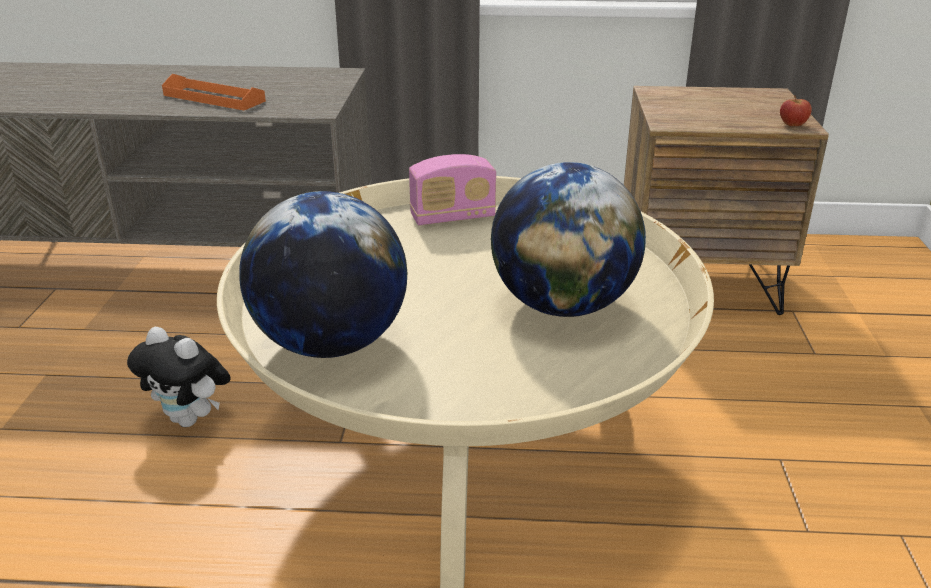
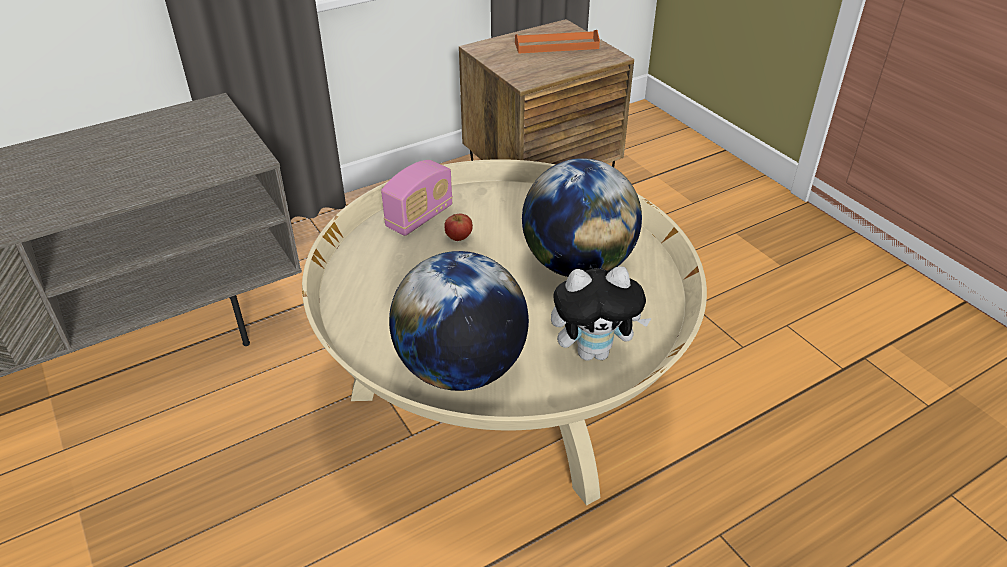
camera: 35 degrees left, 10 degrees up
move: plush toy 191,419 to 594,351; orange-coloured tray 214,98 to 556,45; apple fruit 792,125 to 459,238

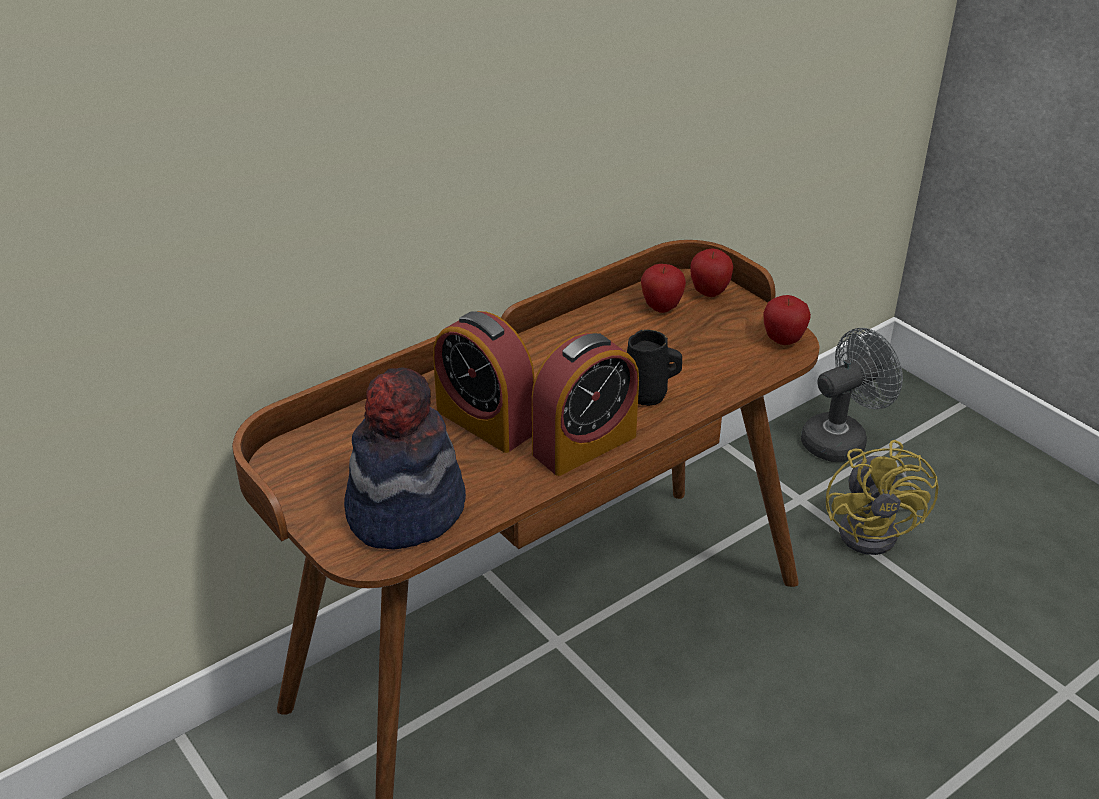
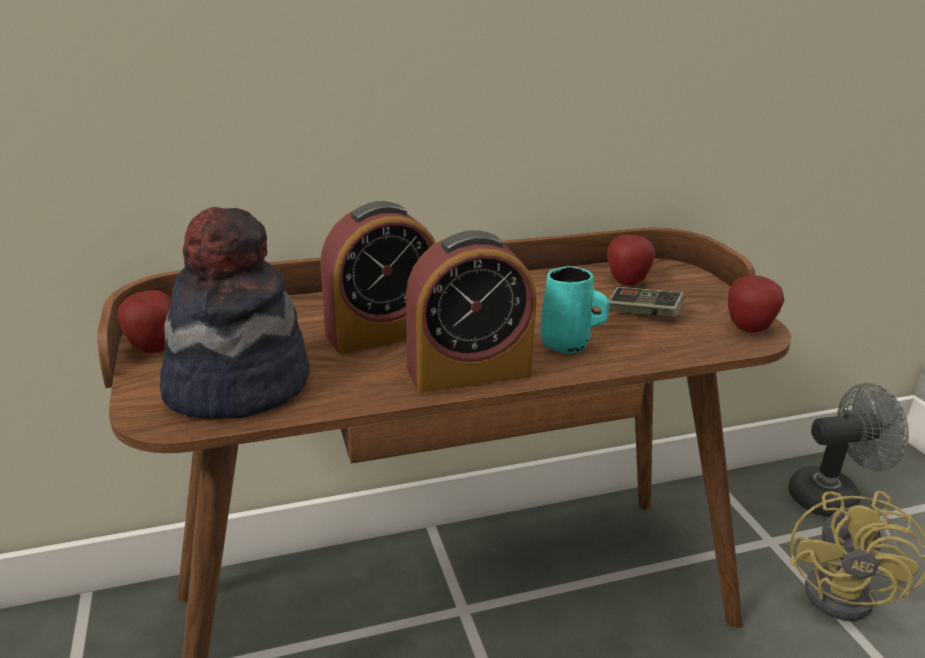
camera: 20 degrees right, 10 degrees down
insert: game controller 643,313
move: apple fruit 709,293 to 154,348
recolor: black coffee mug 648,395 to turquoise coffee mug 567,344
rotate: alarm clock 485,422 = 383,333 90 degrees counterclockwise

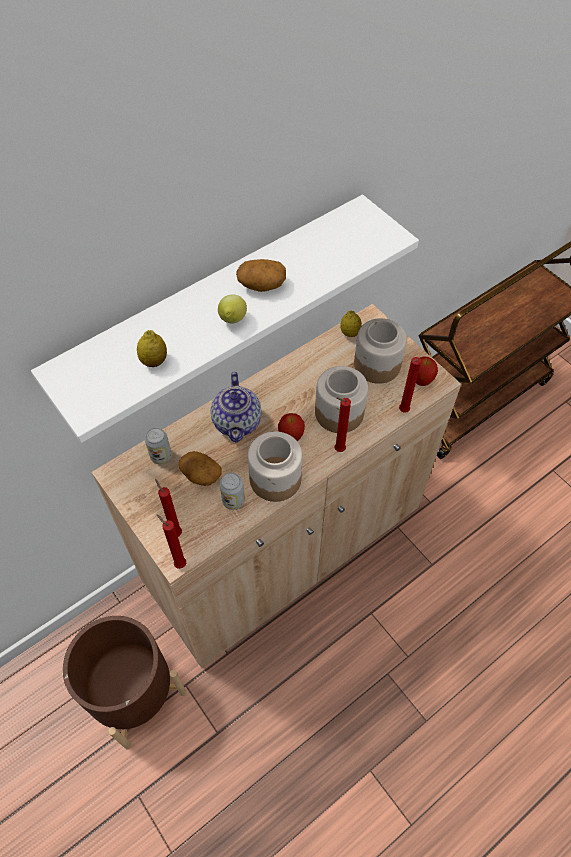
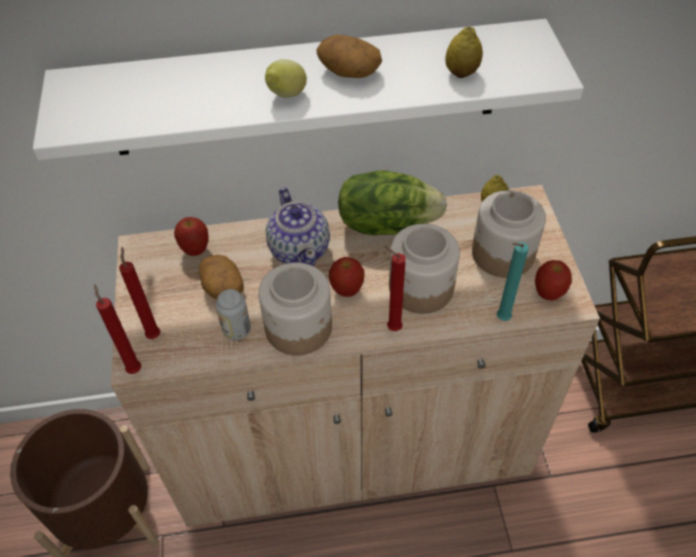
camera: 30 degrees right, 5 degrees down
insert: lettuce head 387,223
move: whole lemon 154,361 to 461,73
replace: sealed can 161,456 to apple fruit 195,250
recolor: red candle 403,412 to turquoise candle 501,319
rotate: tea pot 237,421 = 300,249 45 degrees counterclockwise

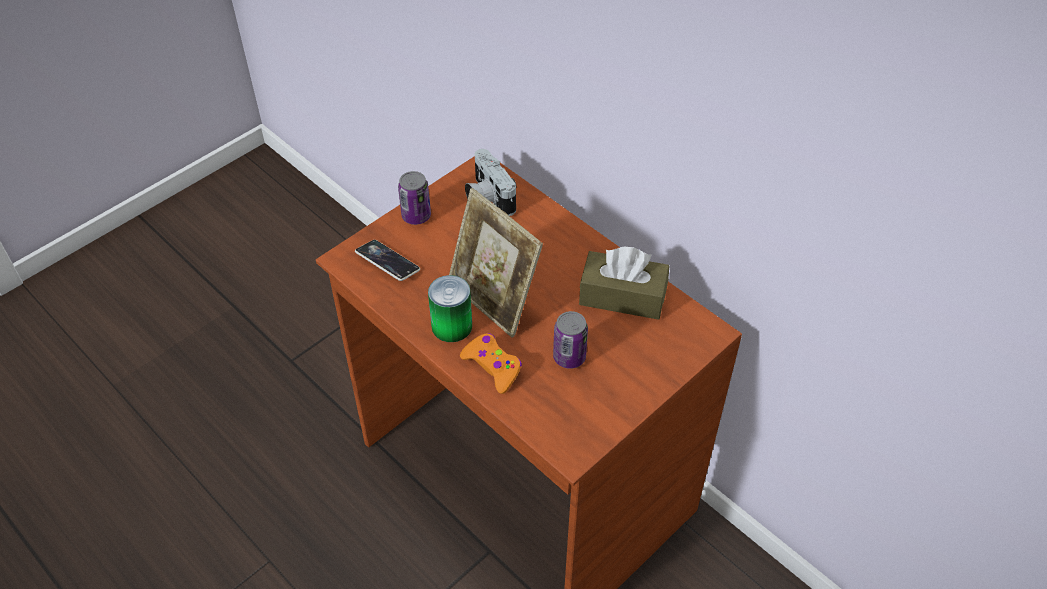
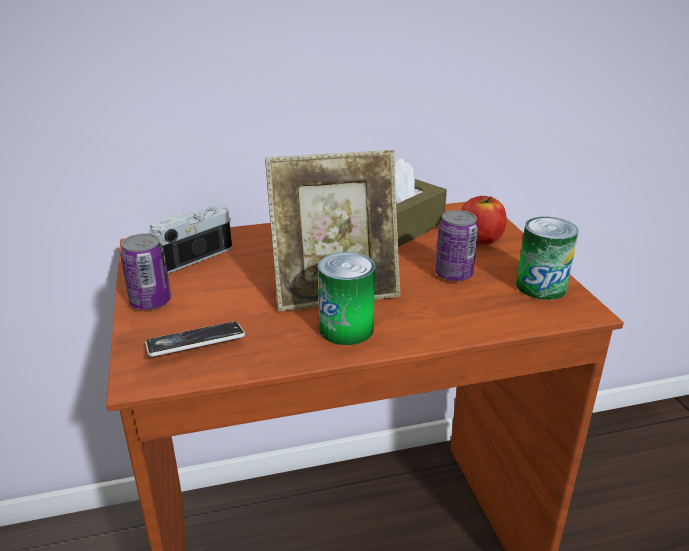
camera: 60 degrees left, 20 degrees down
delete: orange-coloured game controller 492,366
insert: apple fruit 480,239; sealed can 541,286
rotate: photo camera 487,198 = 189,254 135 degrees clockwise

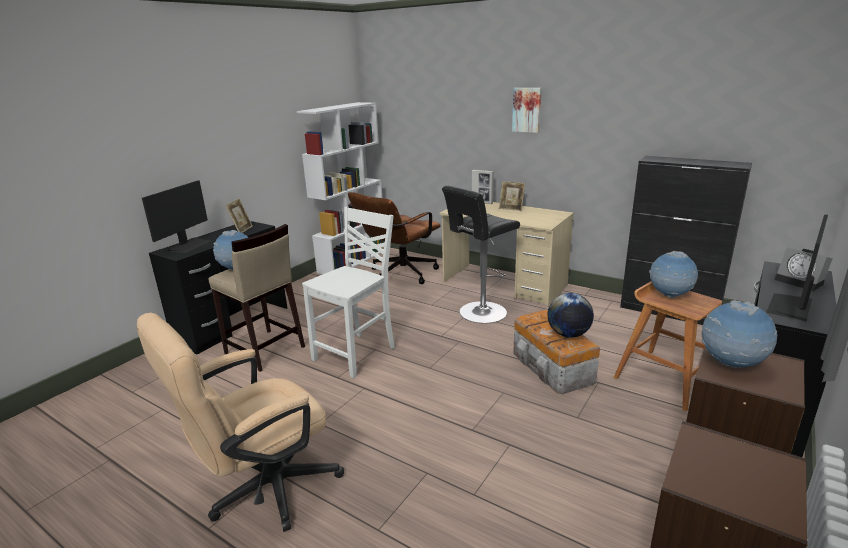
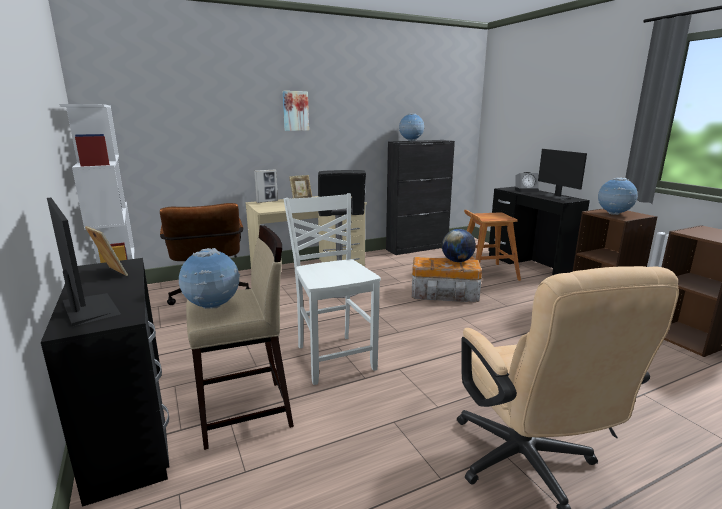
camera: 60 degrees left, 5 degrees down
move: globe 669,296 to 411,141

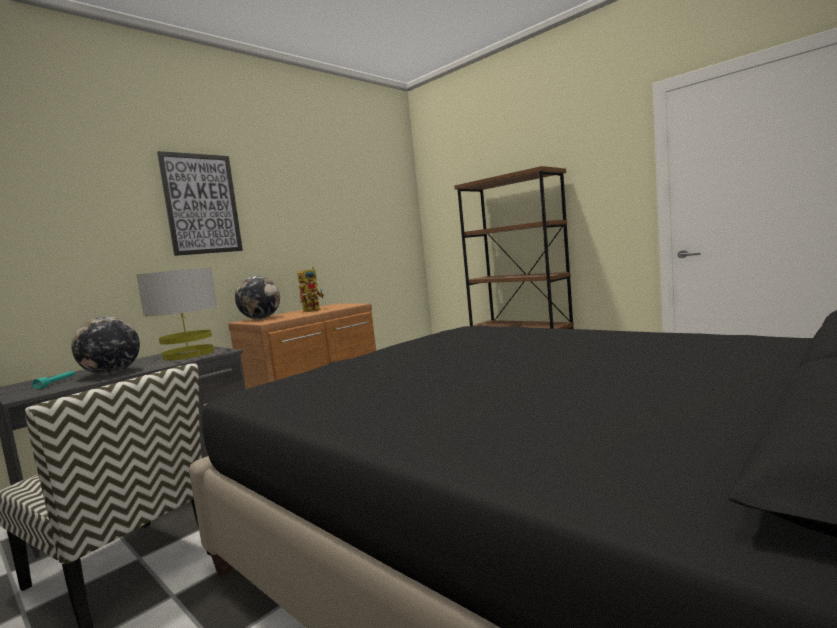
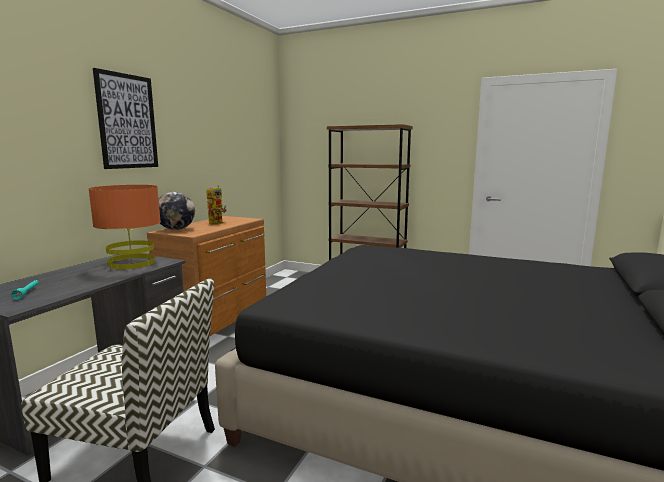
camera: 20 degrees left, 5 degrees up
delete: globe 111,373
recolor: grey lamp for a table 188,354 to orange-coloured lamp for a table 131,263

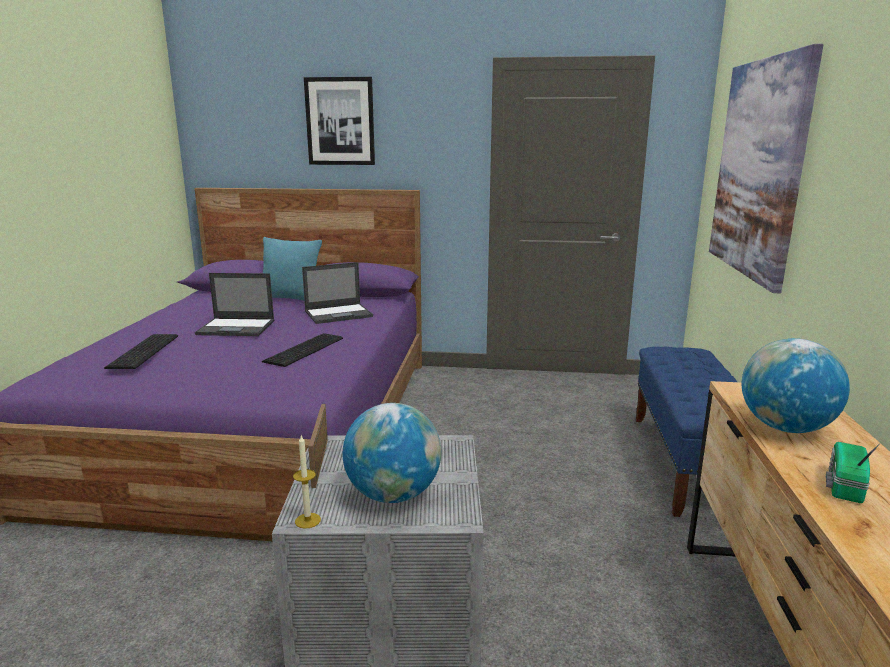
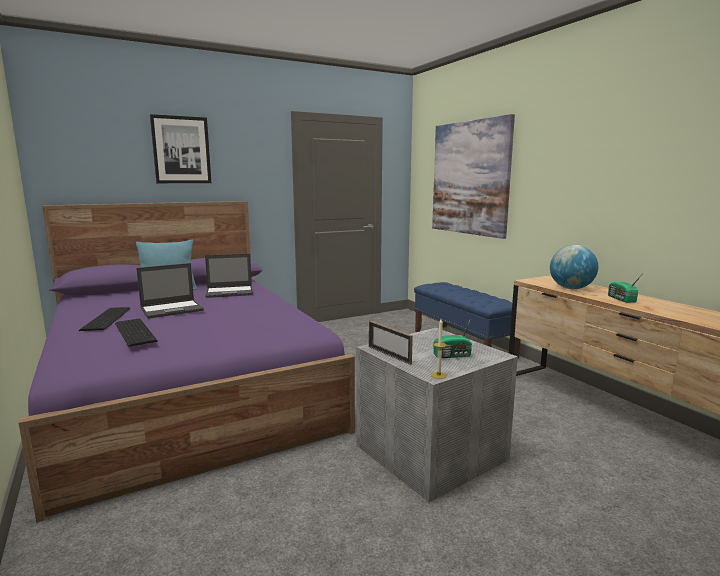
camera: 35 degrees left, 5 degrees down
move: PC keyboard 306,349 to 108,318
replace: globe 393,494 to radio 453,355
rotate: laptop 339,314 = 230,292 45 degrees clockwise

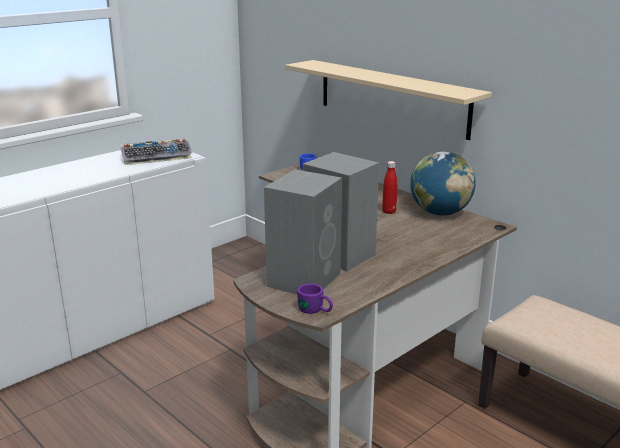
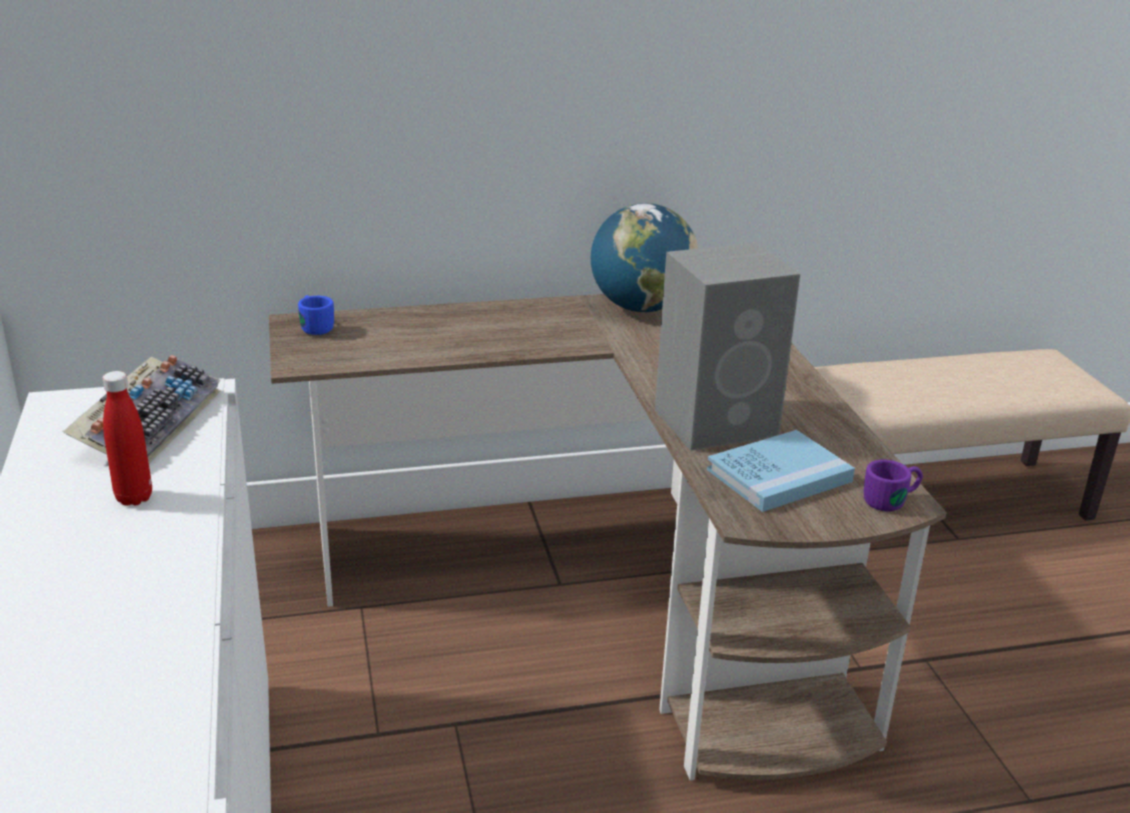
camera: 60 degrees left, 5 degrees up
delete: beige-coloured wall shelf 391,97
move: red drink bottle 389,212 to 134,498
replace: grey audio speaker 305,279 to blue bound book 779,475

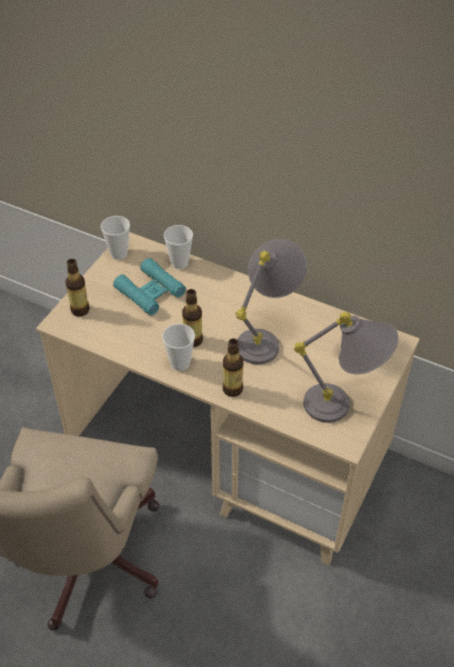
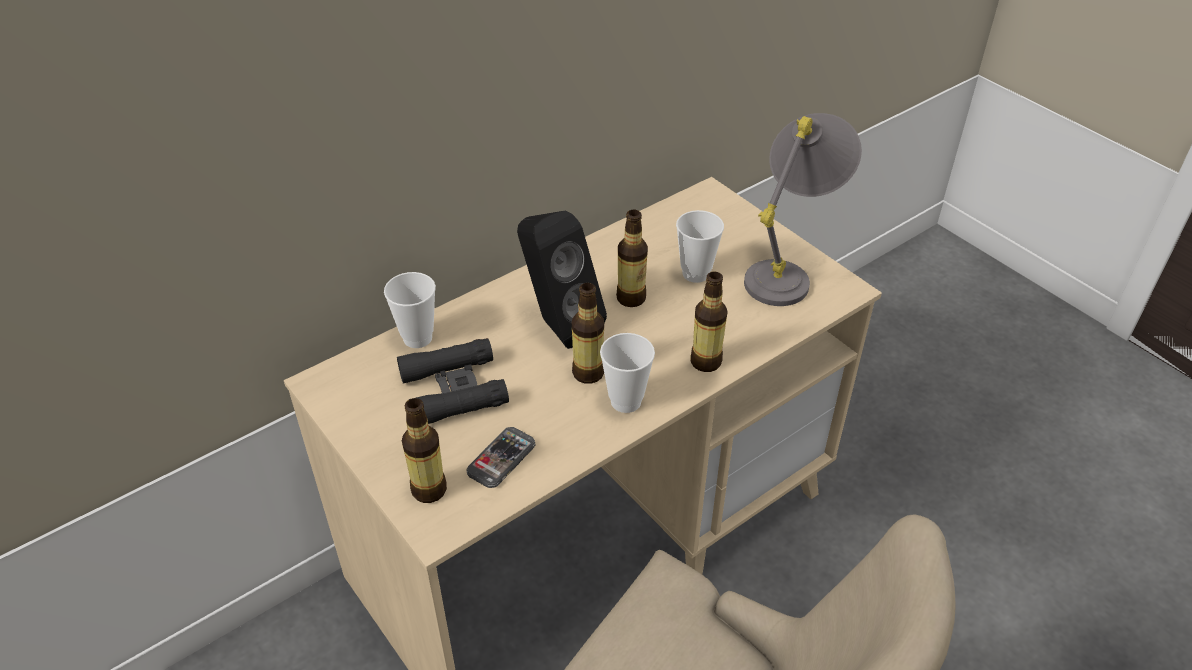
camera: 65 degrees left, 5 degrees down
insert: handset 501,459; black audio speaker 558,325
move: small cup 118,254 to 695,273
replace: grey lamp for a table 267,338 to drink bottle 631,298
recolor: turquoise binoculars 150,292 to black binoculars 453,390

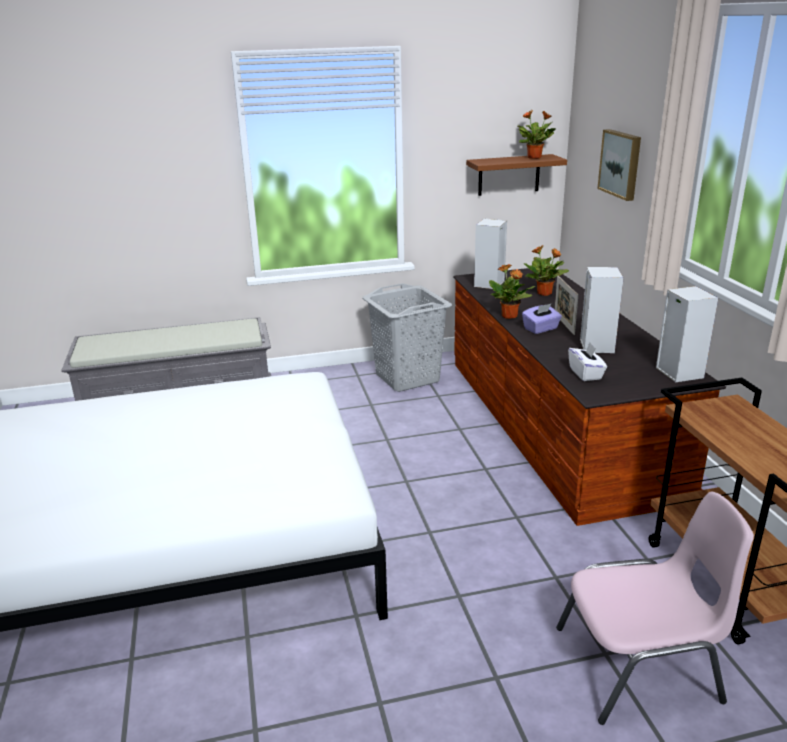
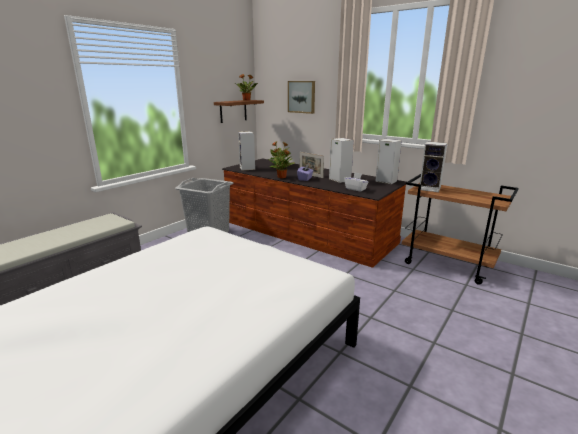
camera: 40 degrees left, 5 degrees down
delete: pink chair 640,665
insert: audio speaker 430,189

